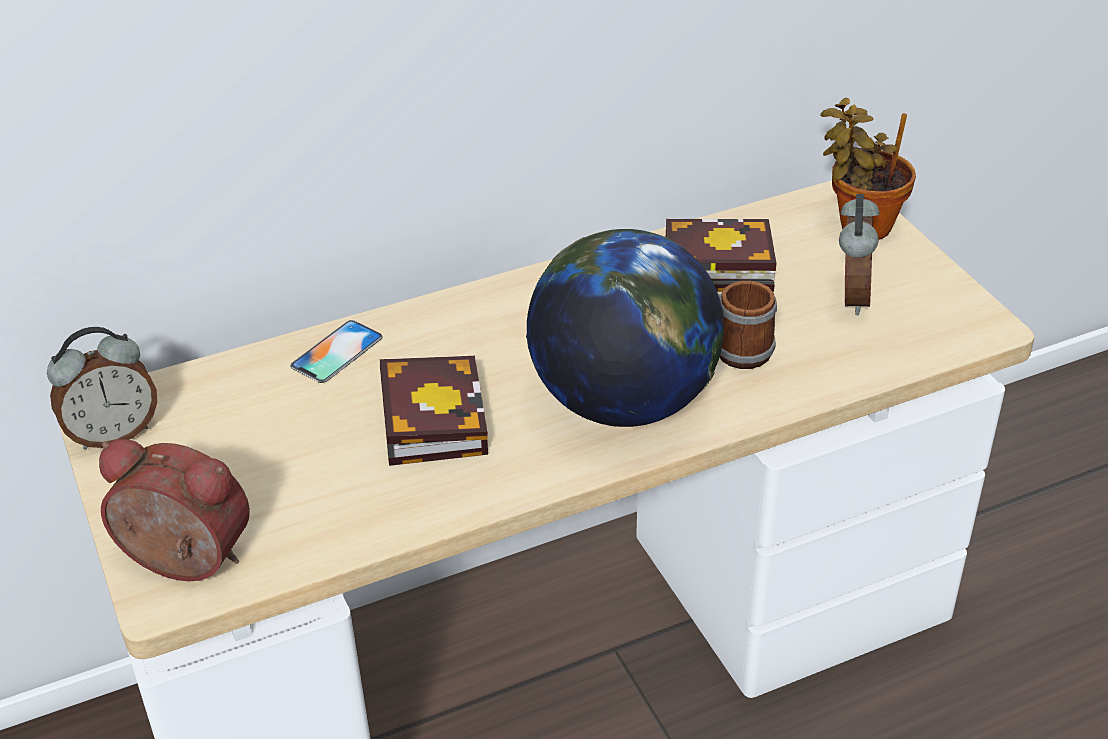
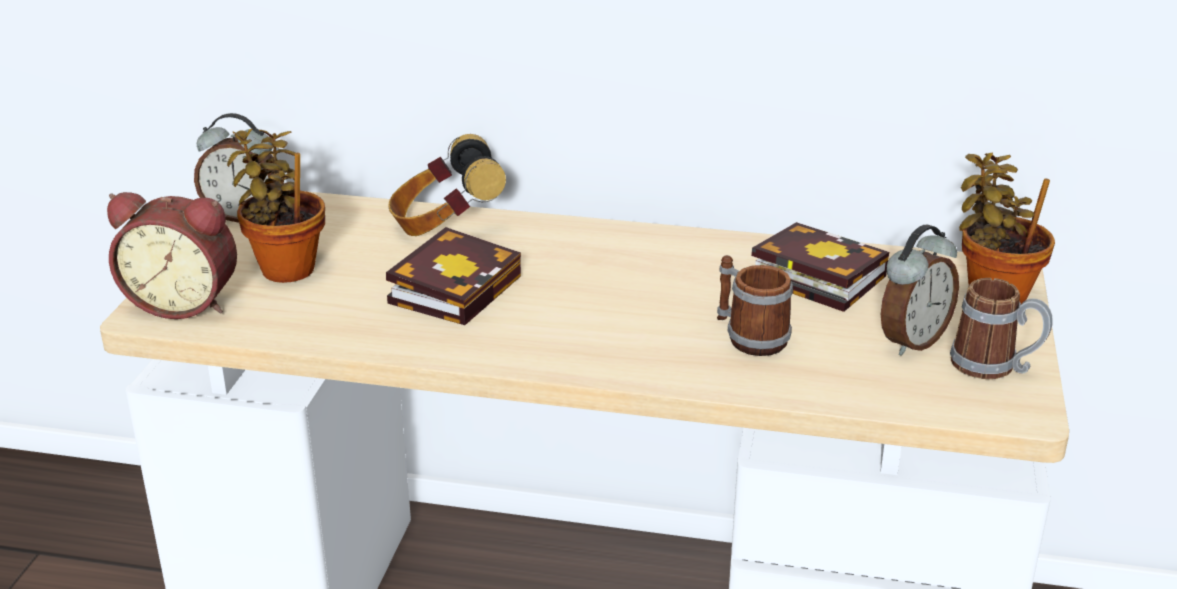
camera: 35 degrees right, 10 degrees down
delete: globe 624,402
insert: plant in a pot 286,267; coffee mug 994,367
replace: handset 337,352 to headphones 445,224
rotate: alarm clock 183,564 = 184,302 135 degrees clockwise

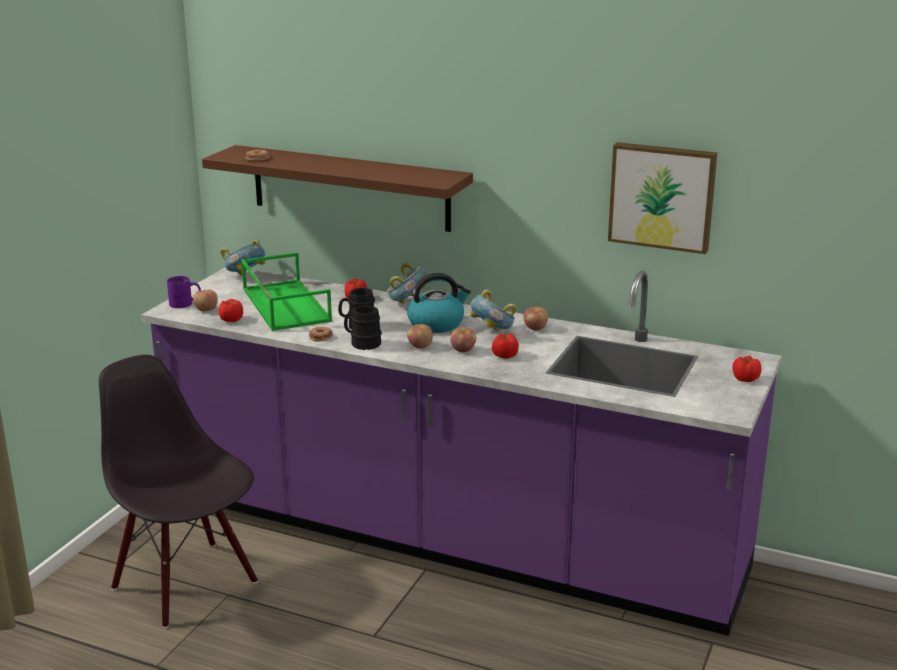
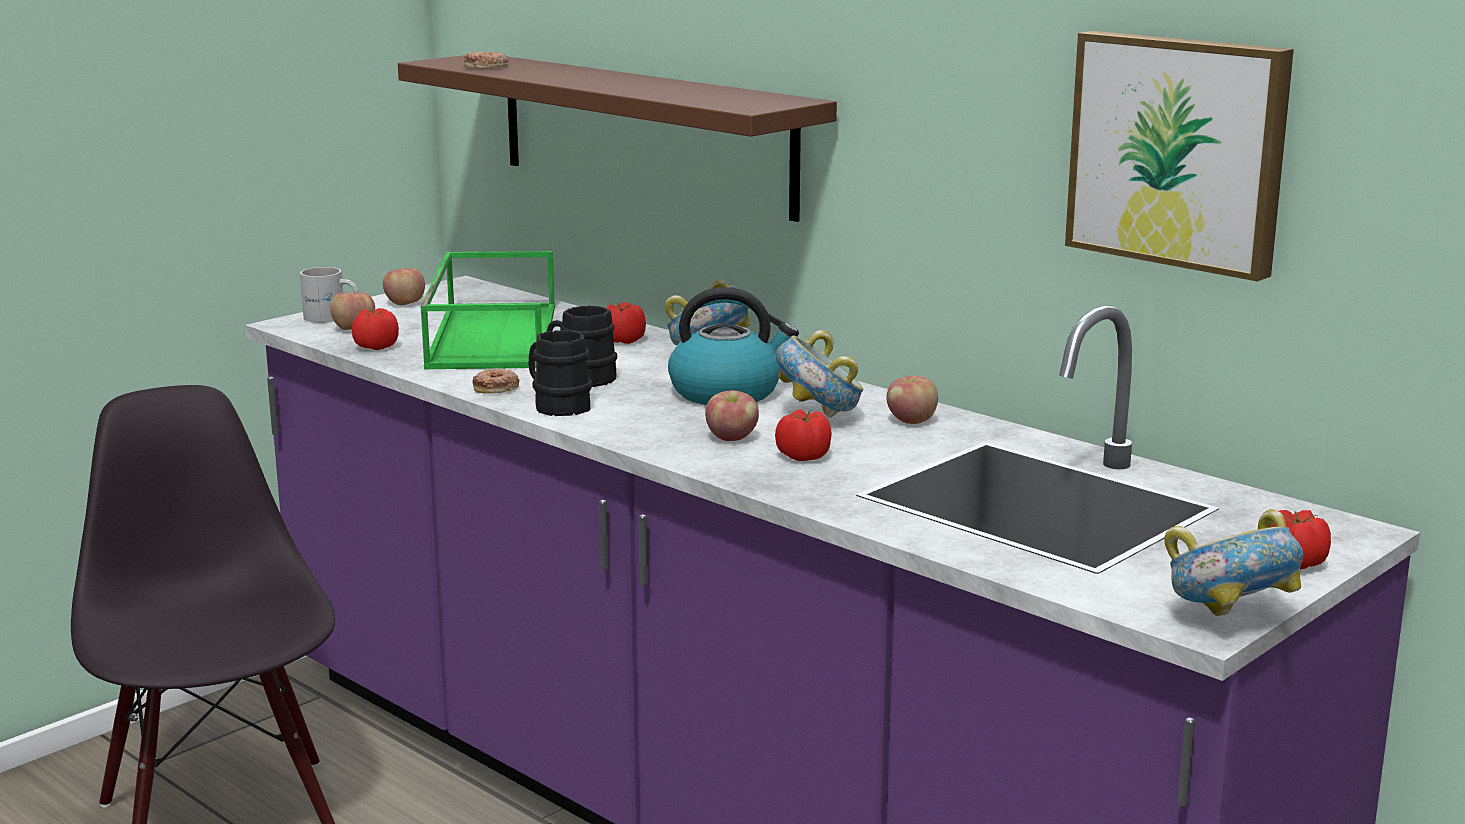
camera: 20 degrees right, 5 degrees down
move: bowl 245,276 to 1230,620; apple fruit 420,346 to 404,303
recolor: purplish coffee mug 185,304 to white-coloured coffee mug 331,318

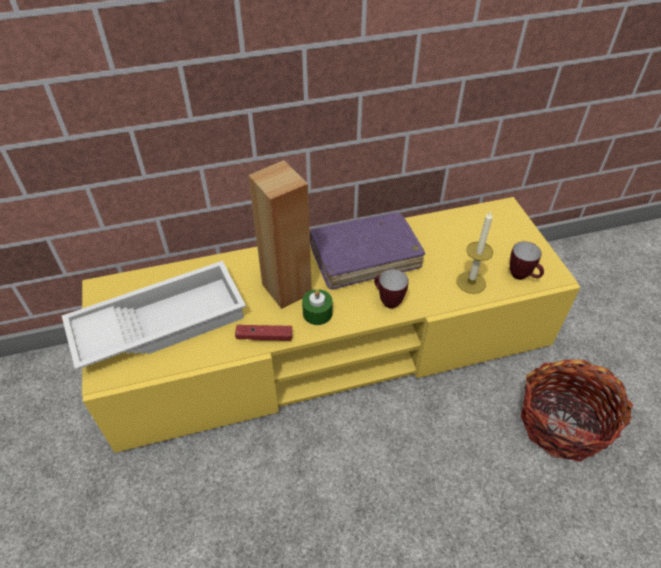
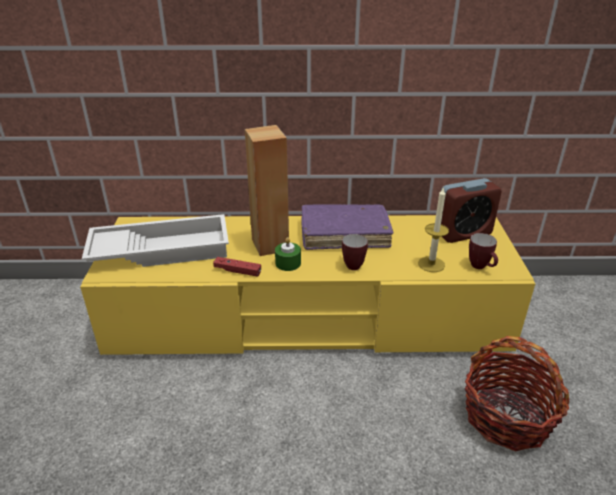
camera: 15 degrees right, 15 degrees down
insert: alarm clock 463,233

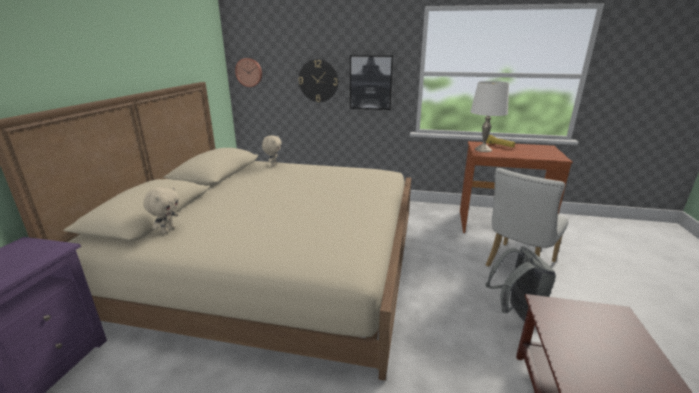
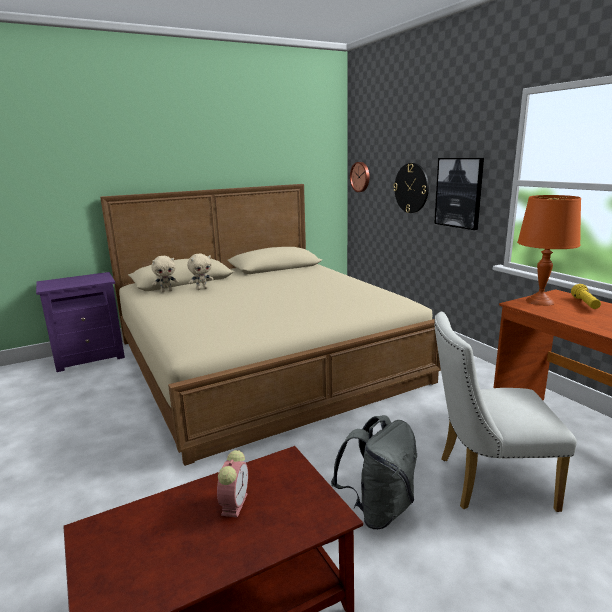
camera: 50 degrees right, 5 degrees down
insert: alarm clock 234,503
move: beige-coloured plush toy 273,165 to 202,289
recolor: white-coloured lamp for a table 483,149 to orange-coloured lamp for a table 540,301

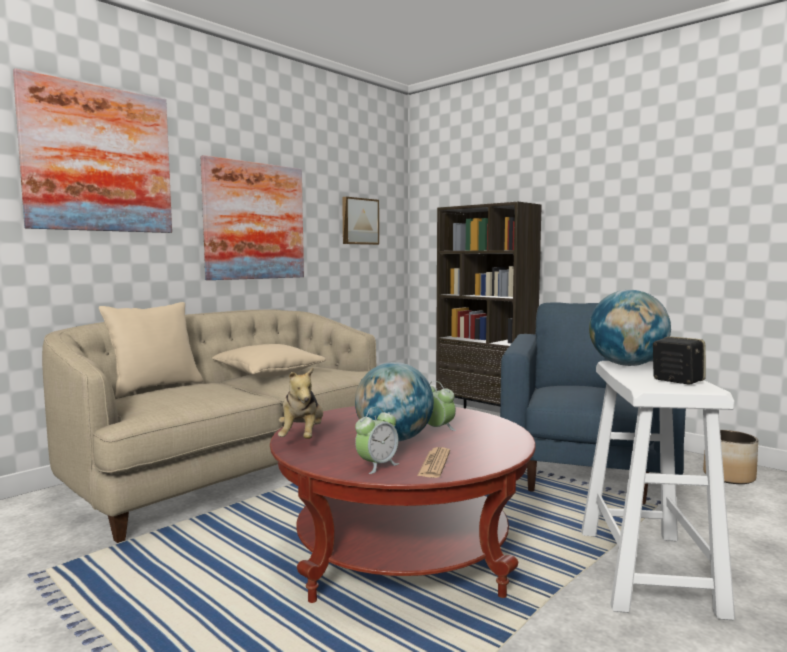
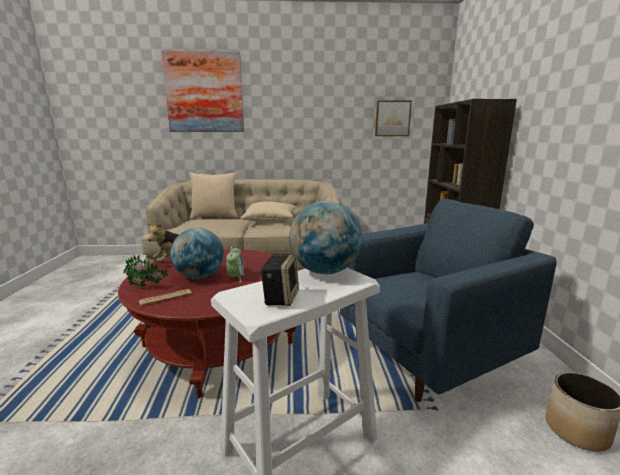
camera: 45 degrees right, 10 degrees up
delete: wall picture 254,221
replace: alarm clock 377,466 to plant in a pot 147,288

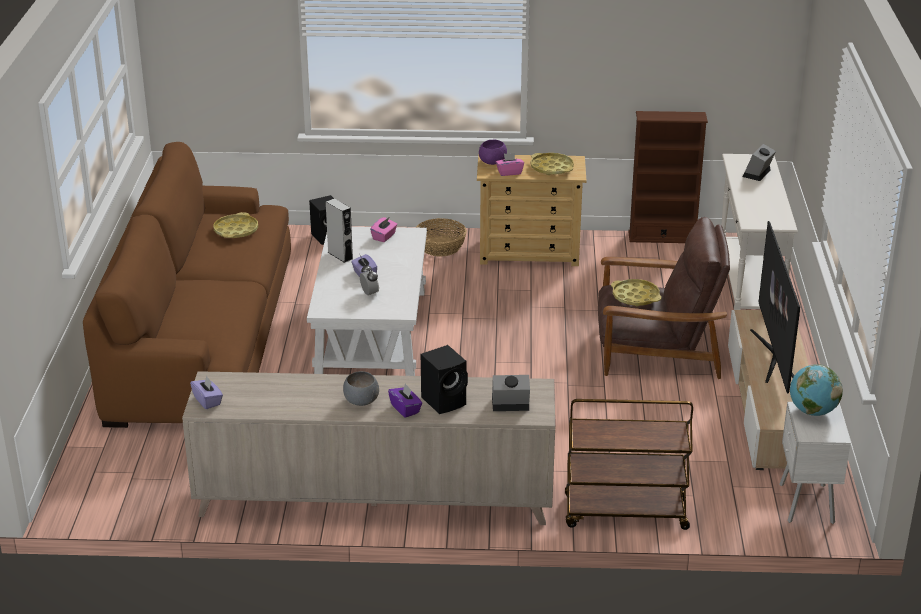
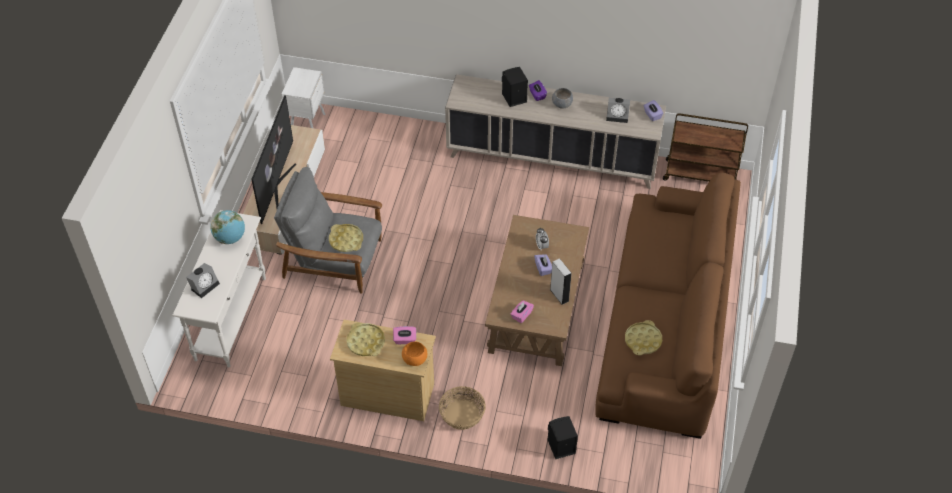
camera: 170 degrees left, 20 degrees up
delete: brown-coloured bookcase 662,237
move: alarm clock 509,405 to 618,116; brown-coloured trolley 624,513 to 700,175; globe 812,411 to 230,238
recolor: white-coloured lounge table 371,333 to brown-coloured lounge table 536,308; purplish bowl 492,162 to orange-coloured bowl 415,359; brown-coloured lounge chair 657,351 to grey lounge chair 334,259

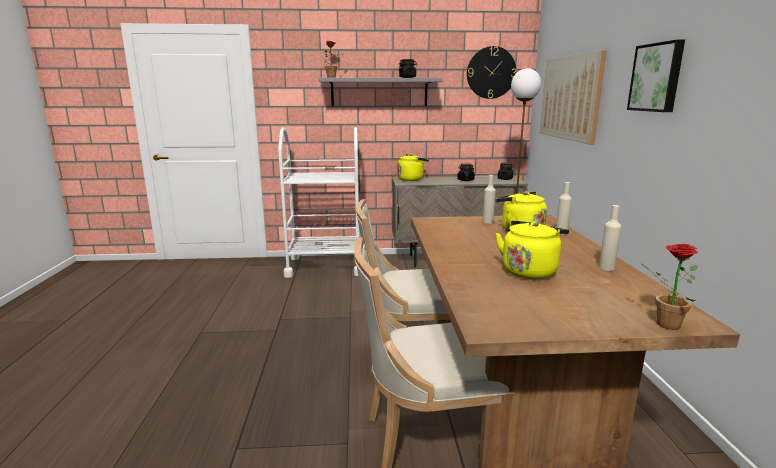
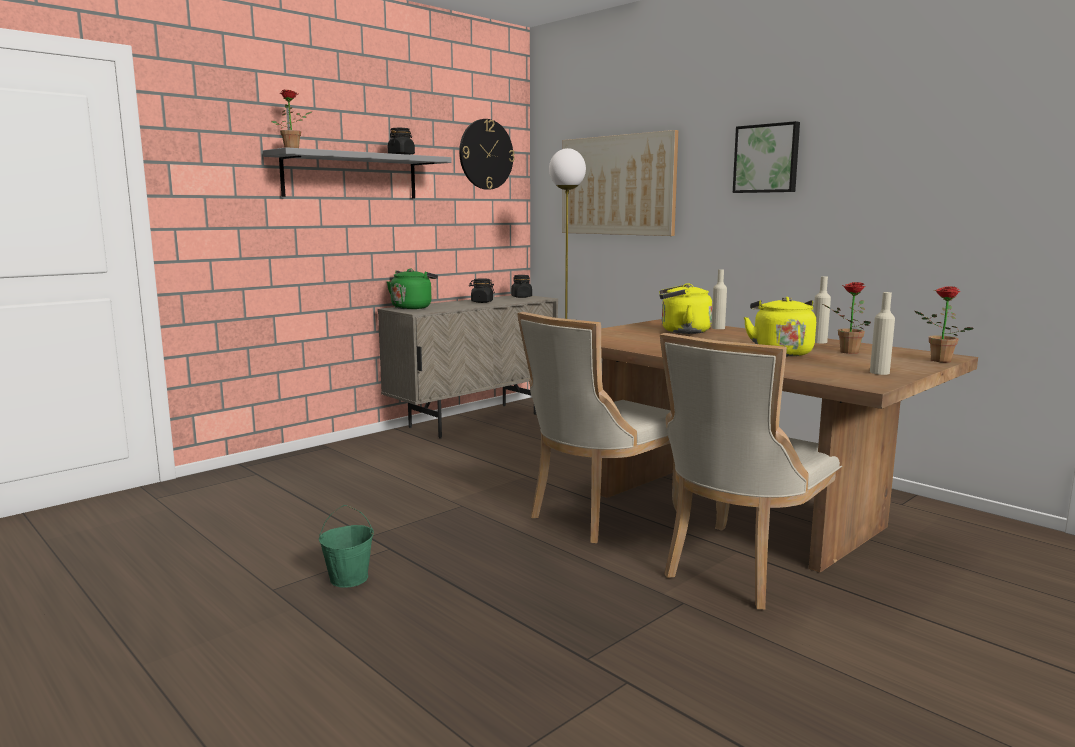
camera: 40 degrees left, 5 degrees down
delete: white-coloured trolley 325,266
insert: green bucket 349,578; plant in a pot 845,352
move: beige-coloured drink bottle 488,222 to 879,372
recolor: yellow-coloured kettle 412,179 to green kettle 412,307

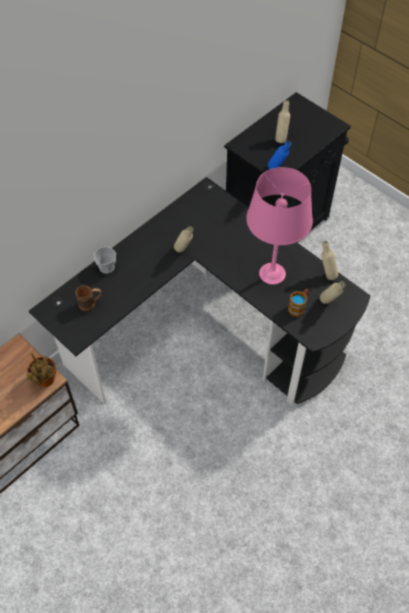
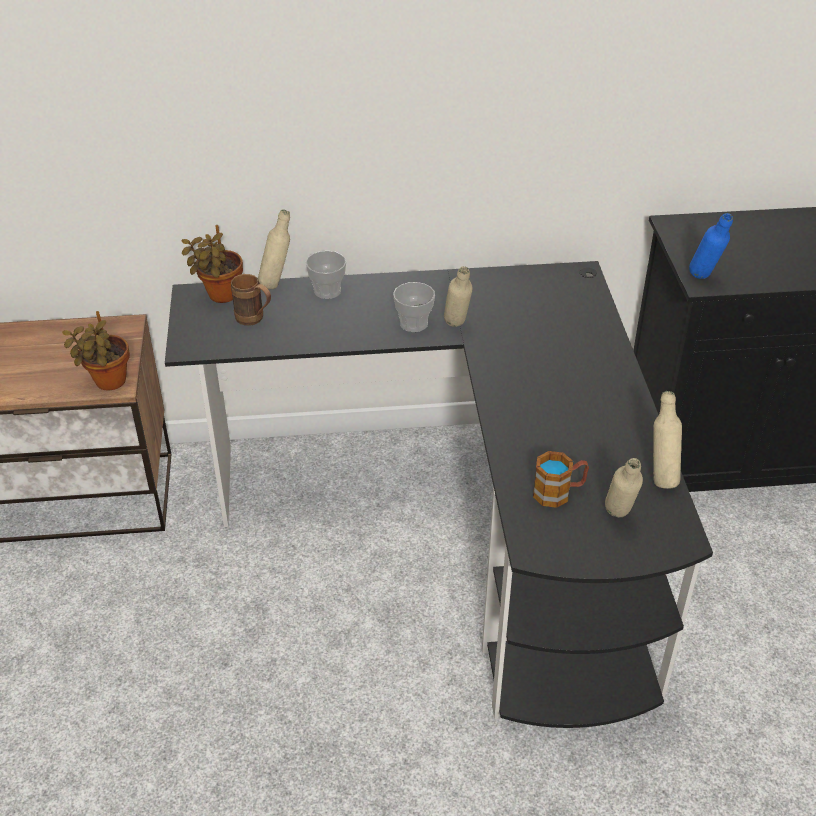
camera: 40 degrees right, 15 degrees down
delete: pink lamp for a table 272,273
insert: plant in a pot 220,296; small cup 414,323
move: beige-coloured drink bottle 281,138 to 277,283

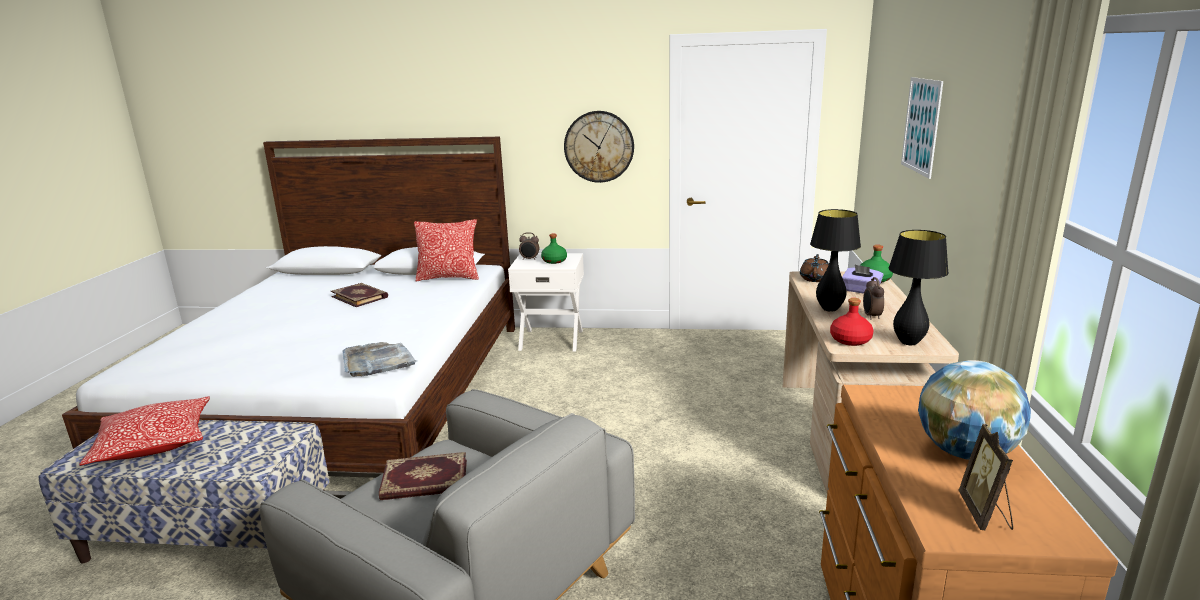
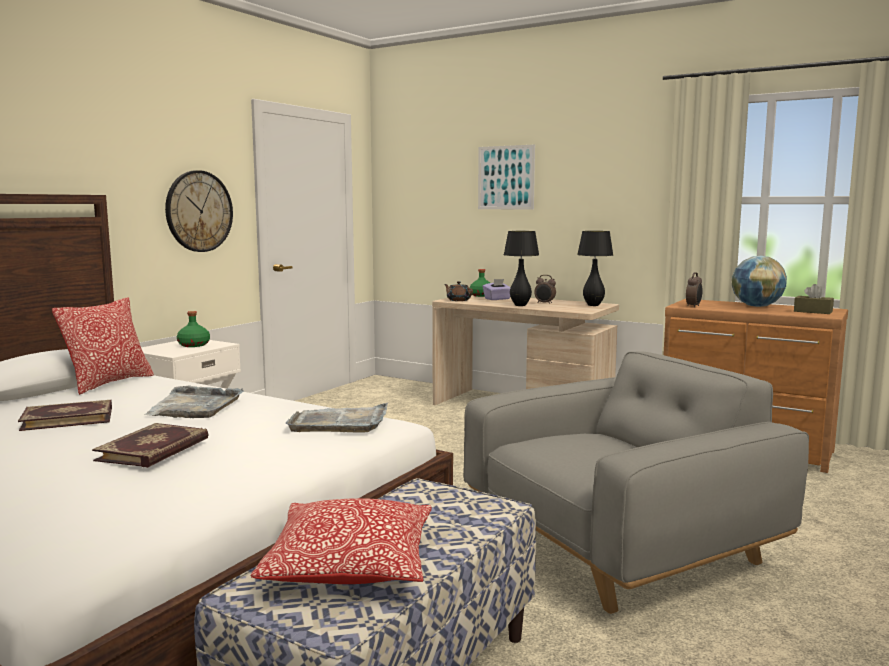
camera: 65 degrees left, 10 degrees down
delete: red drink bottle 850,340
insert: grey tray 195,406
move: bound book 425,481 to 154,449; alarm clock 530,259 to 693,306
replace: standing frame 985,514 to brown-coloured box of tissues 813,311

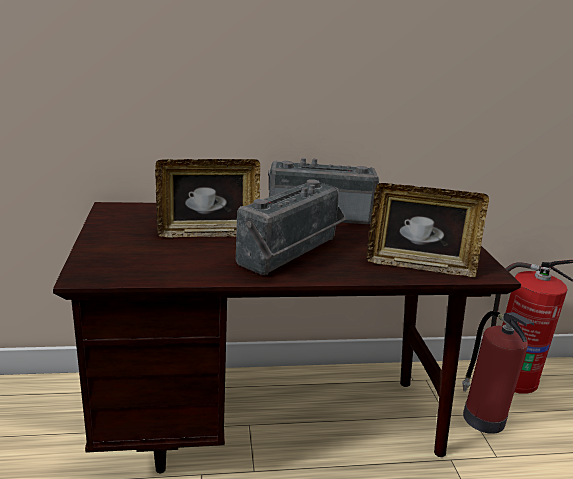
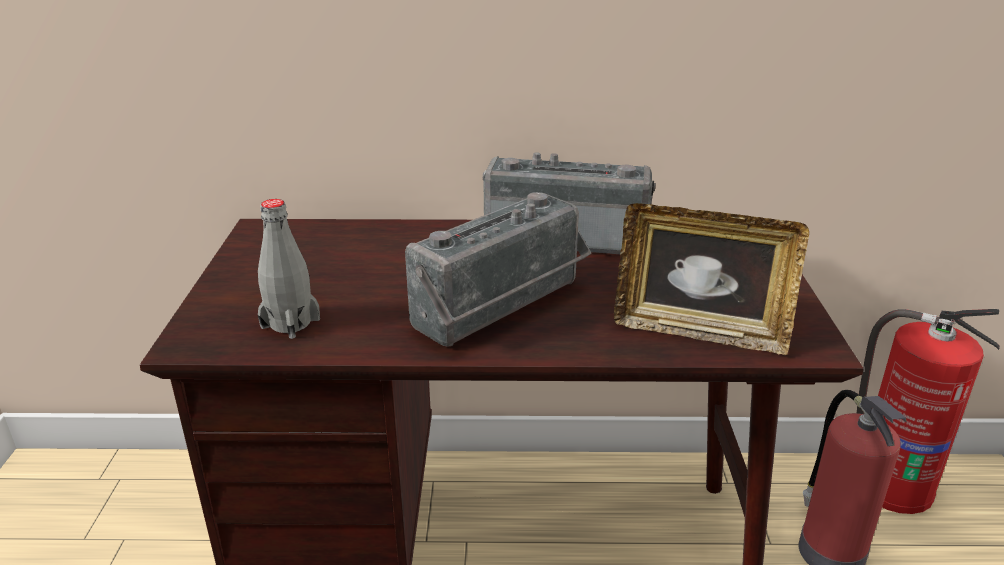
camera: 10 degrees right, 5 degrees up
delete: standing frame 208,233
insert: grey drink bottle 290,323

